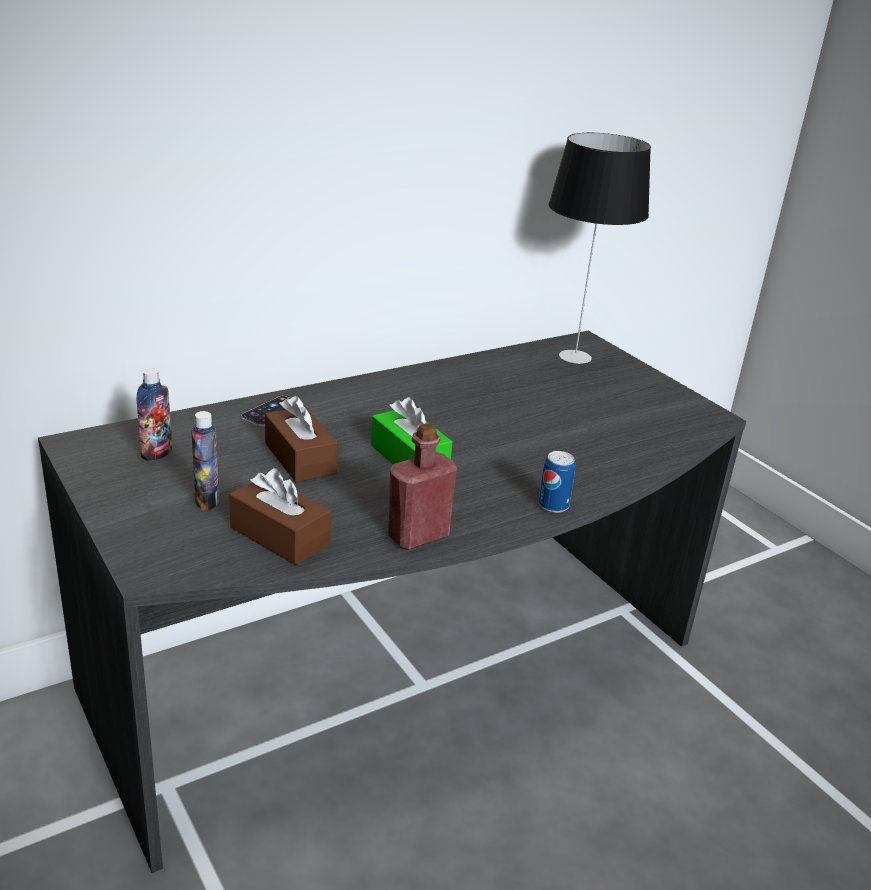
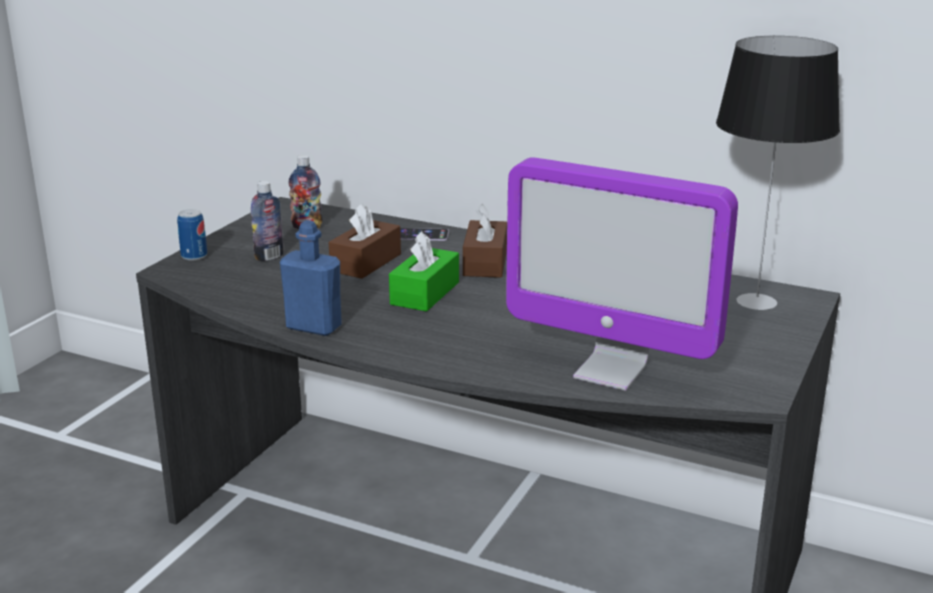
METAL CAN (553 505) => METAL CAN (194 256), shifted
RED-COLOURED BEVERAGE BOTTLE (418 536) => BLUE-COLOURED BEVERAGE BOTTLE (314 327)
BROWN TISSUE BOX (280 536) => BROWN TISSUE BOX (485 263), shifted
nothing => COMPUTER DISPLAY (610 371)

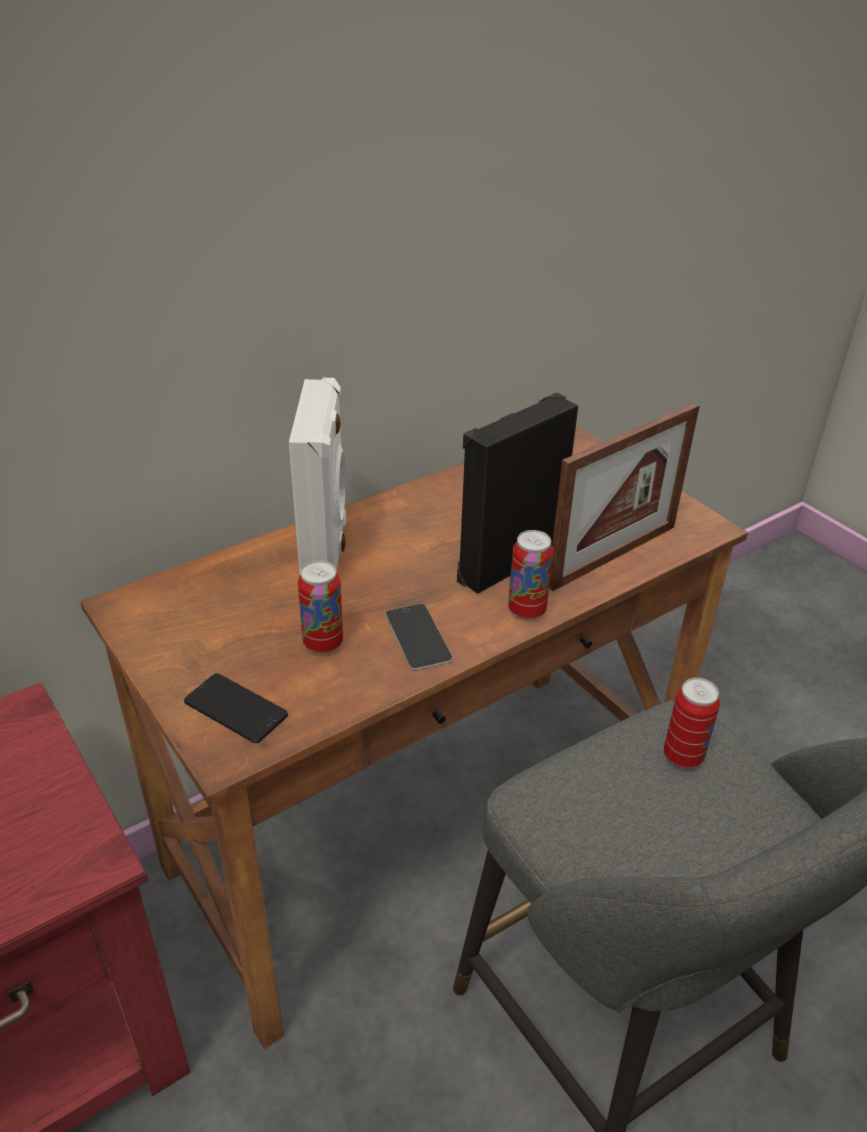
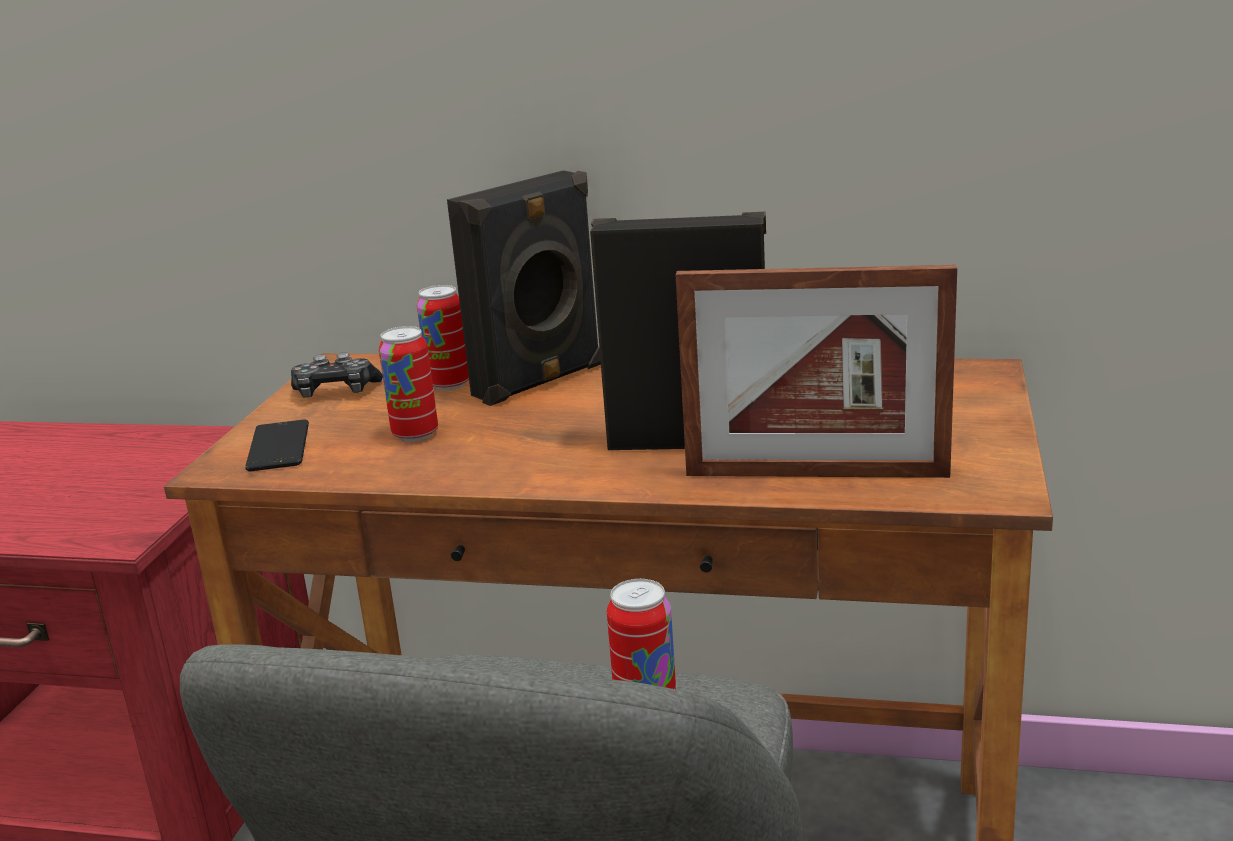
nothing => GAME CONTROLLER (336 392)
METAL CAN (526 610) => METAL CAN (449 384), shifted
WHITE-COLOURED LOUDSPEAKER (326 554) => BLACK LOUDSPEAKER (541 381)
HANDSET (418 637) => nothing

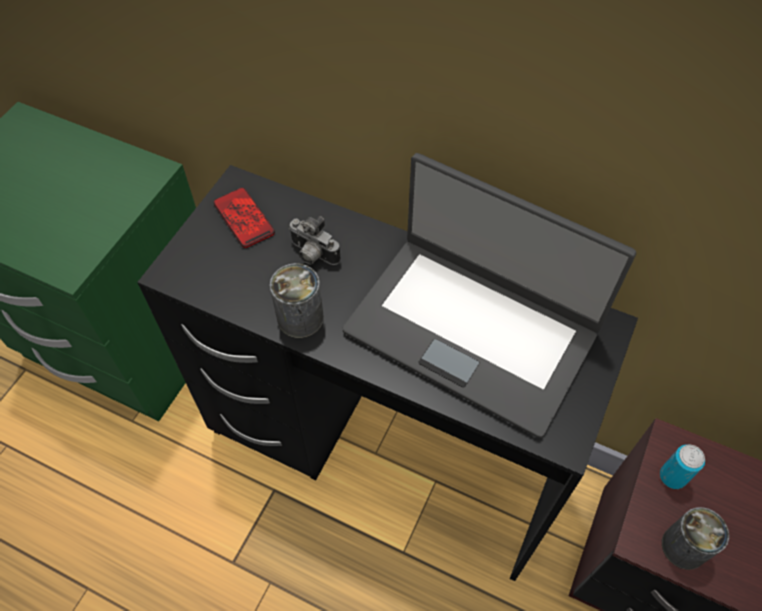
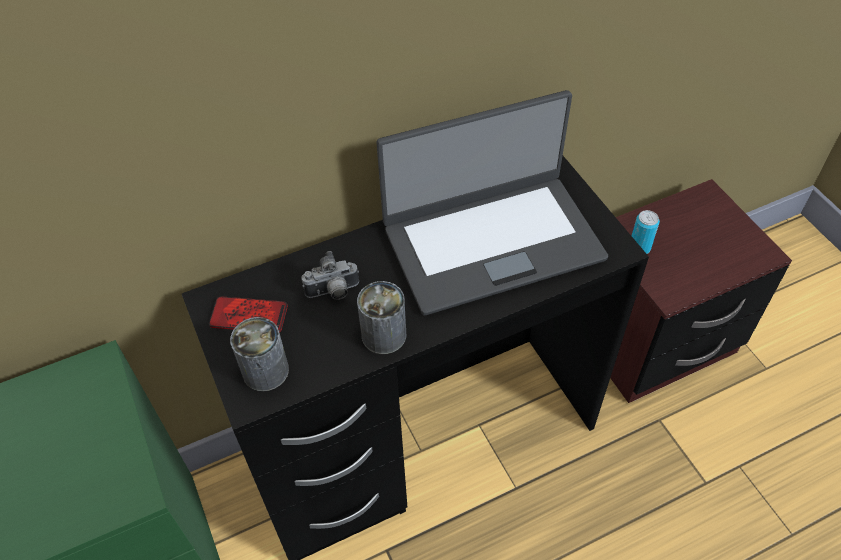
METAL CAN (683 547) => METAL CAN (265 371), shifted

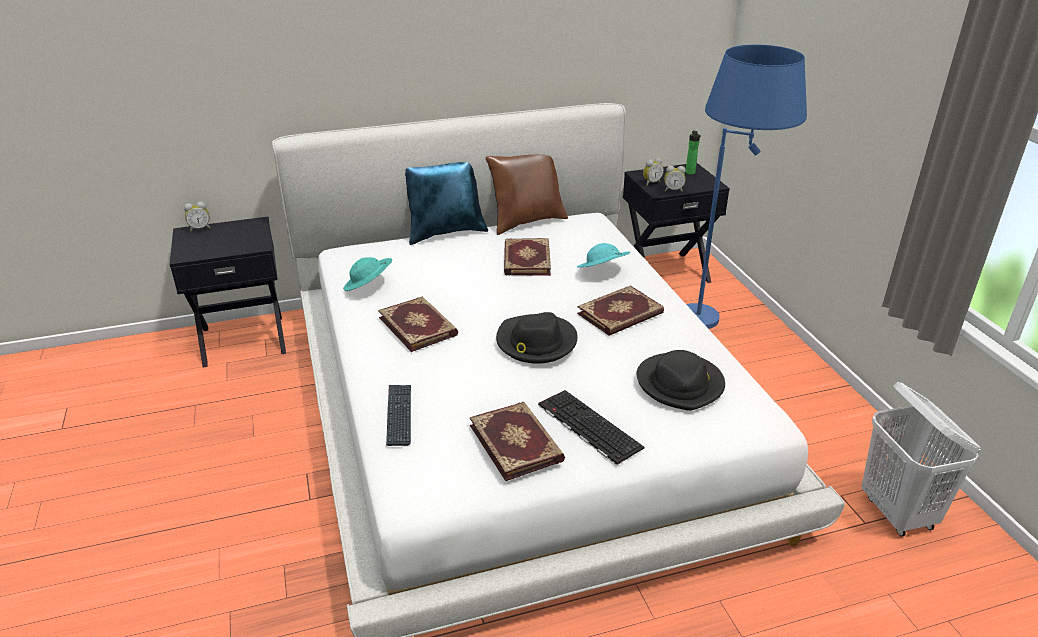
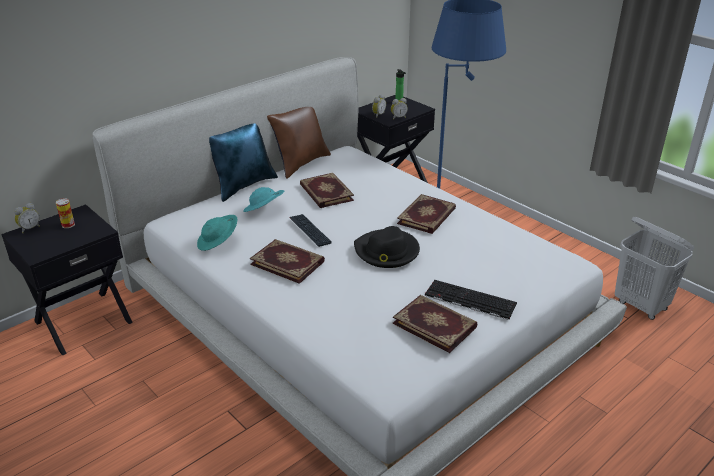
nothing => METAL CAN (68 225)
TURQUOISE-COLOURED CLOTHING HAT (602 271) => TURQUOISE-COLOURED CLOTHING HAT (264 210), shifted
COMPUTER KEYBOARD (399 415) => COMPUTER KEYBOARD (310 231), shifted
BLACK CLOTHING HAT (680 384) => nothing

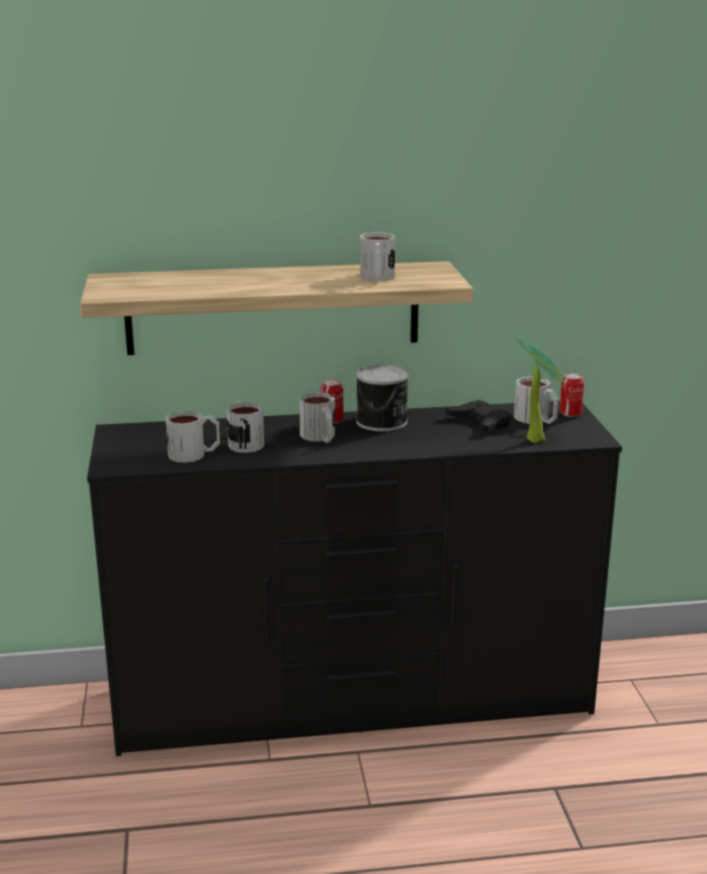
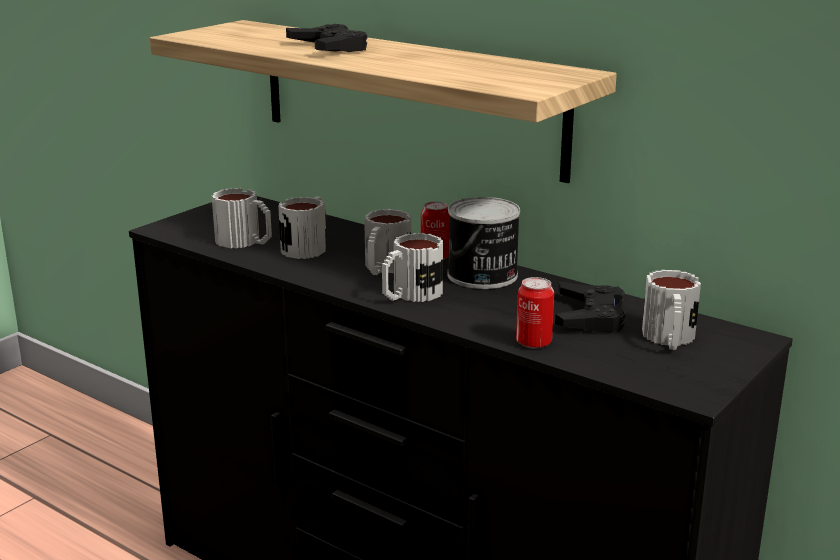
nothing => BLACK GAME CONTROLLER (329 48)
COFFEE MUG (377 278) => COFFEE MUG (410 295), shifted
METAL CAN (570 414) => METAL CAN (533 342), shifted
PLANT IN A POT (536 438) => nothing

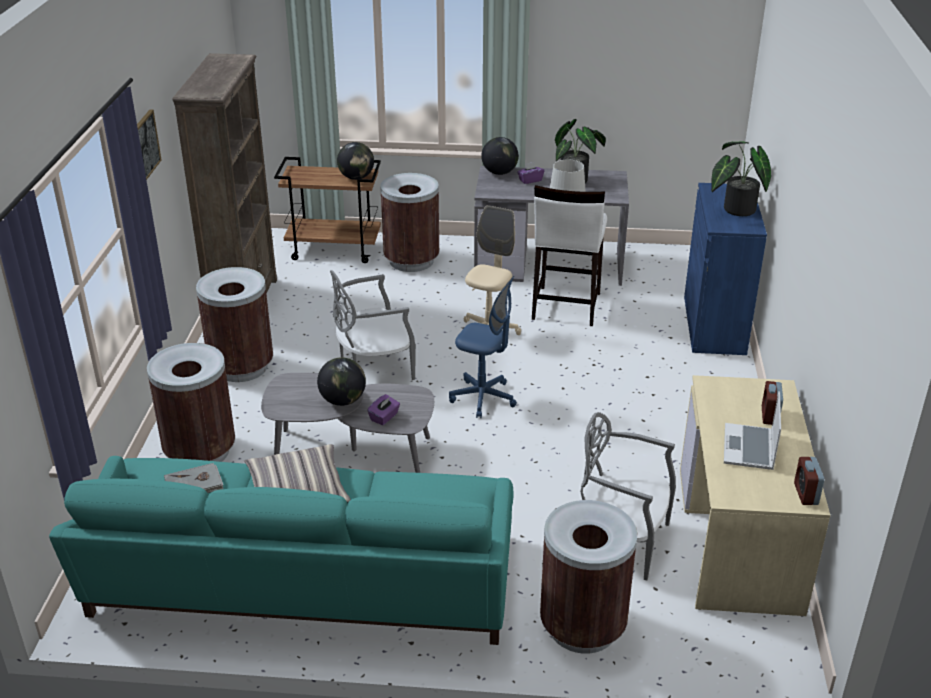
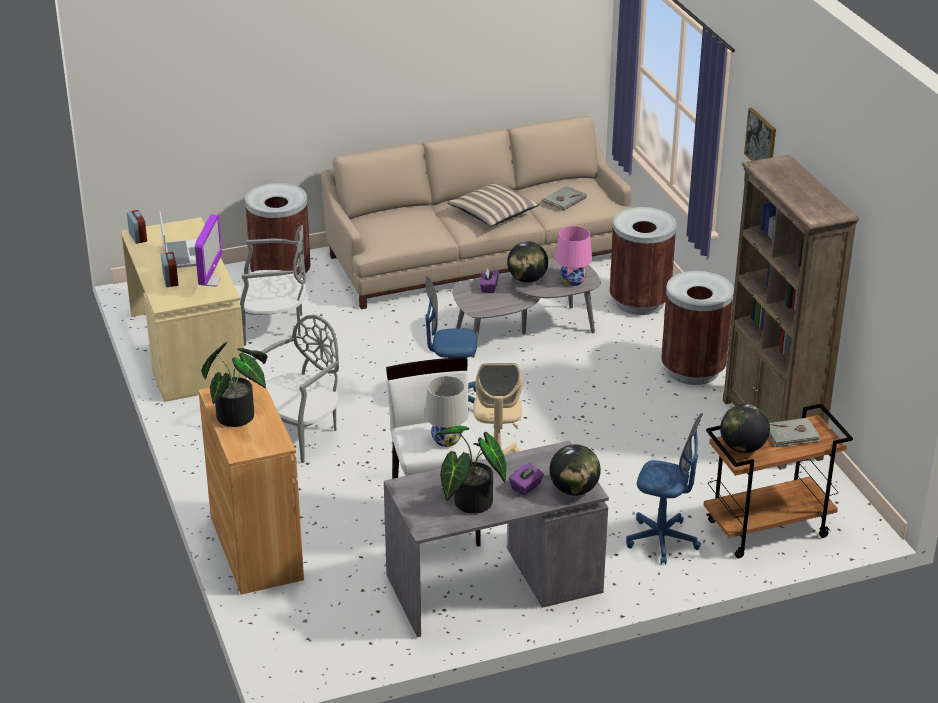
nothing => COMPUTER DISPLAY (209 281)
BLUE-COLOURED STORAGE CABINET (714 325) => BROWN STORAGE CABINET (256 548)
GREY PLAIN CHAIR (374 367) => GREY PLAIN CHAIR (300 434), shifted
TURQUOISE-COLOURED COUCH (303 580) => SAND-COLOURED COUCH (479 254)
nothing => PINK LAMP FOR A TABLE (572 281)
BROWN RUBBISH BIN (411 261) => BLUE-COLOURED DESK CHAIR (662 540)
nothing => GREY VOLUME (792 435)

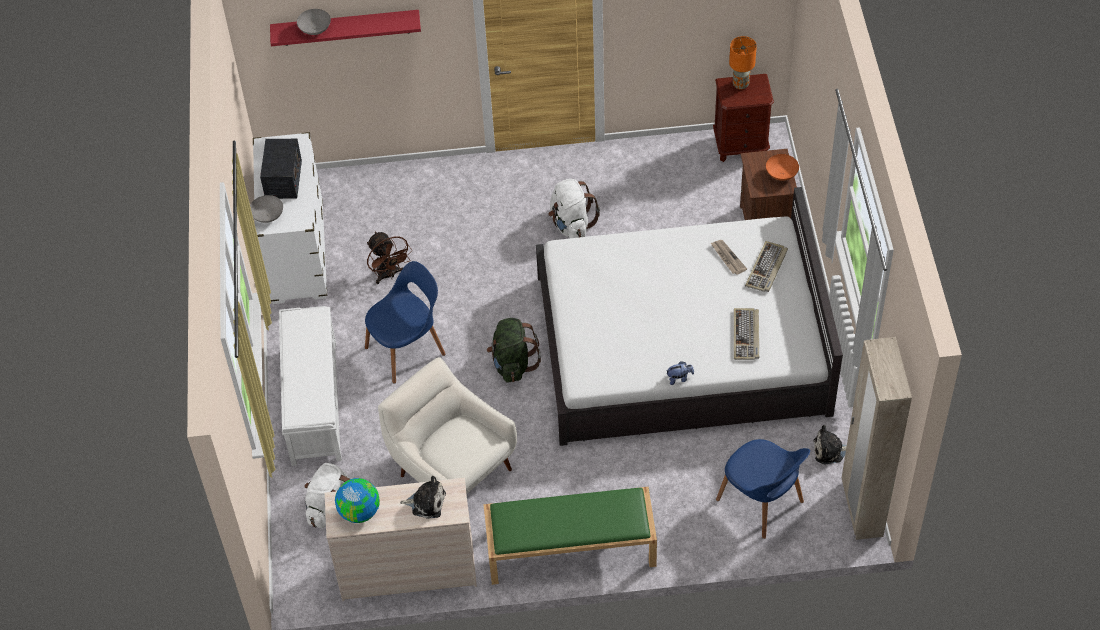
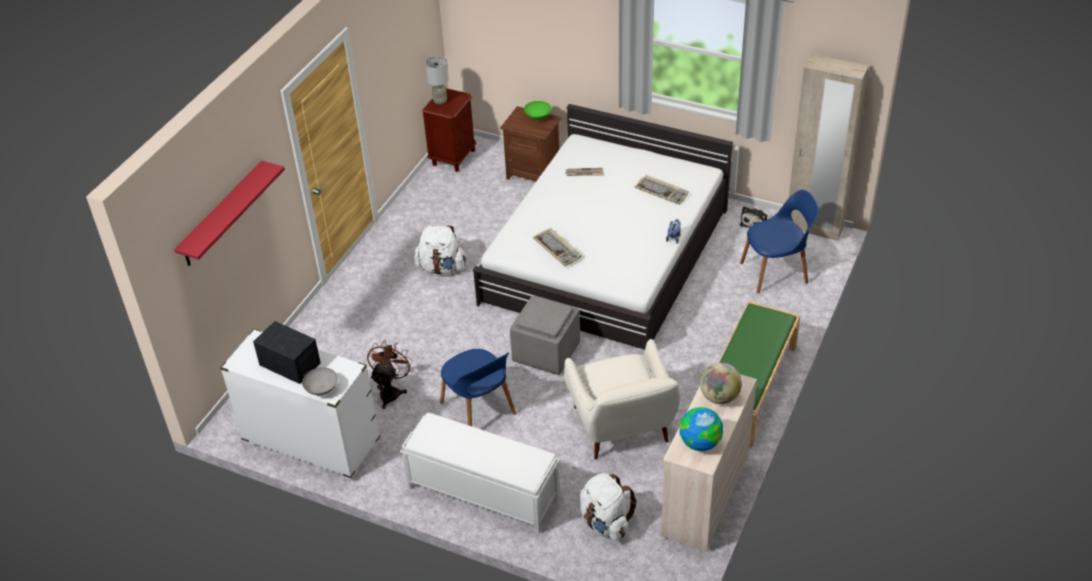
BROWN ELECTRIC FAN (389 275) => BROWN ELECTRIC FAN (391 391), 75 degrees counterclockwise
ORANGE LAMP FOR A TABLE (740 84) => GREY LAMP FOR A TABLE (440 101)
BLUE-COLOURED PLAIN CHAIR (407 349) => BLUE-COLOURED PLAIN CHAIR (479 410), 150 degrees clockwise
GREEN-COLOURED BACKPACK (513 364) => GREY OTTOMAN (547 352)
ORANGE BOWL (781 174) => GREEN-COLOURED BOWL (537 117)
COMPUTER KEYBOARD (767 268) => COMPUTER KEYBOARD (558 248), shifted
WHITE-COLOURED EASY CHAIR (452 469) => WHITE-COLOURED EASY CHAIR (622 428), 90 degrees counterclockwise
SOFT TOY (426 502) => GLOBE (719 397)
GREY BOWL (315 30) => nothing

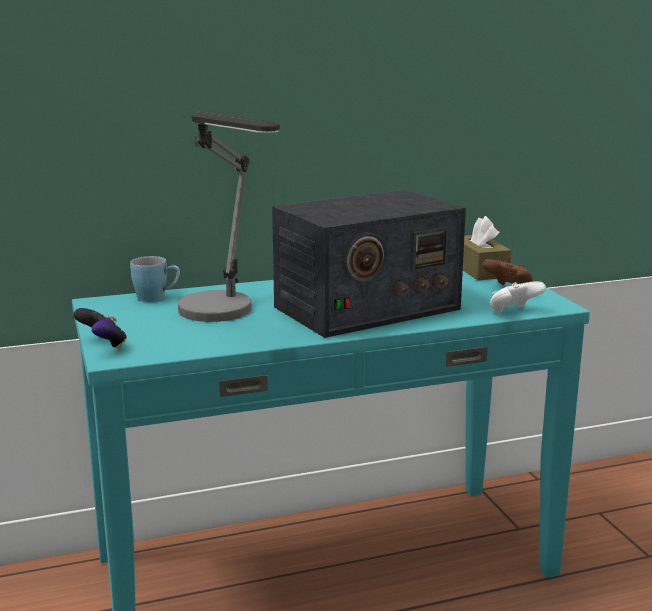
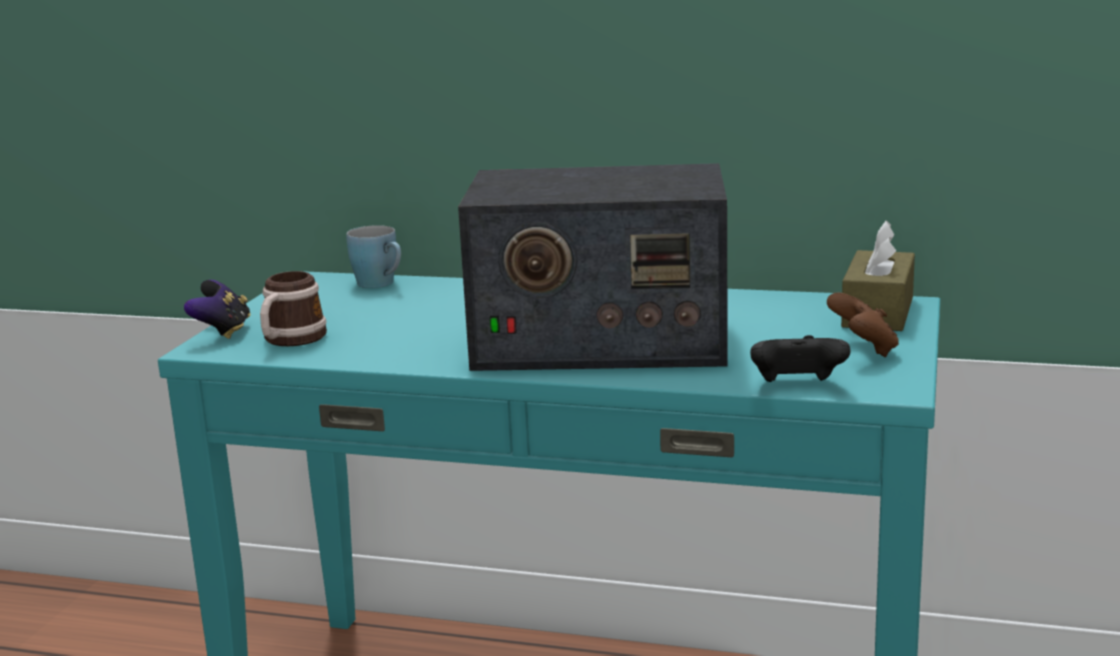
nothing => COFFEE MUG (290 340)
WHITE-COLOURED GAME CONTROLLER (513 312) => BLACK GAME CONTROLLER (797 386)
LAMP FOR A TABLE (226 316) => nothing

